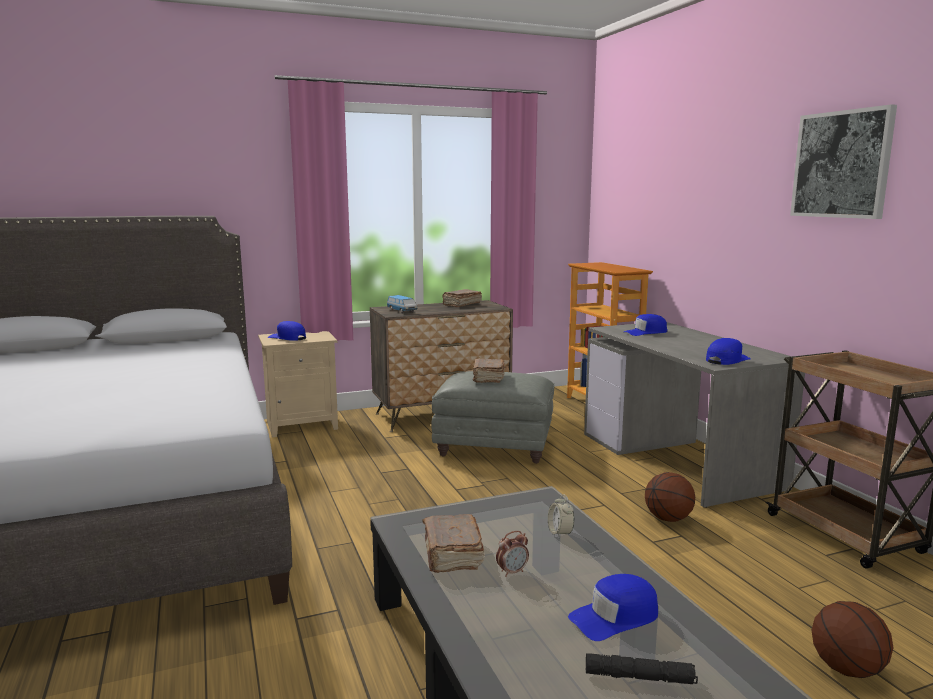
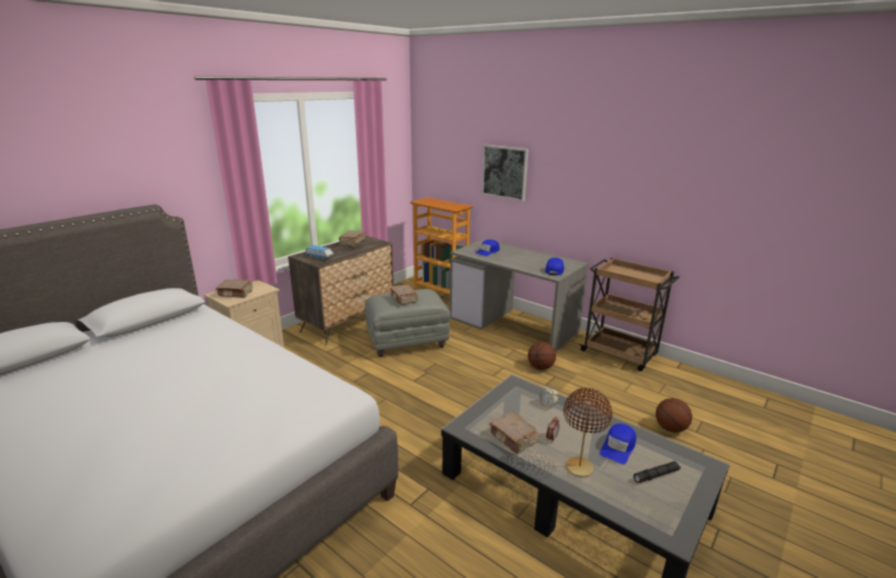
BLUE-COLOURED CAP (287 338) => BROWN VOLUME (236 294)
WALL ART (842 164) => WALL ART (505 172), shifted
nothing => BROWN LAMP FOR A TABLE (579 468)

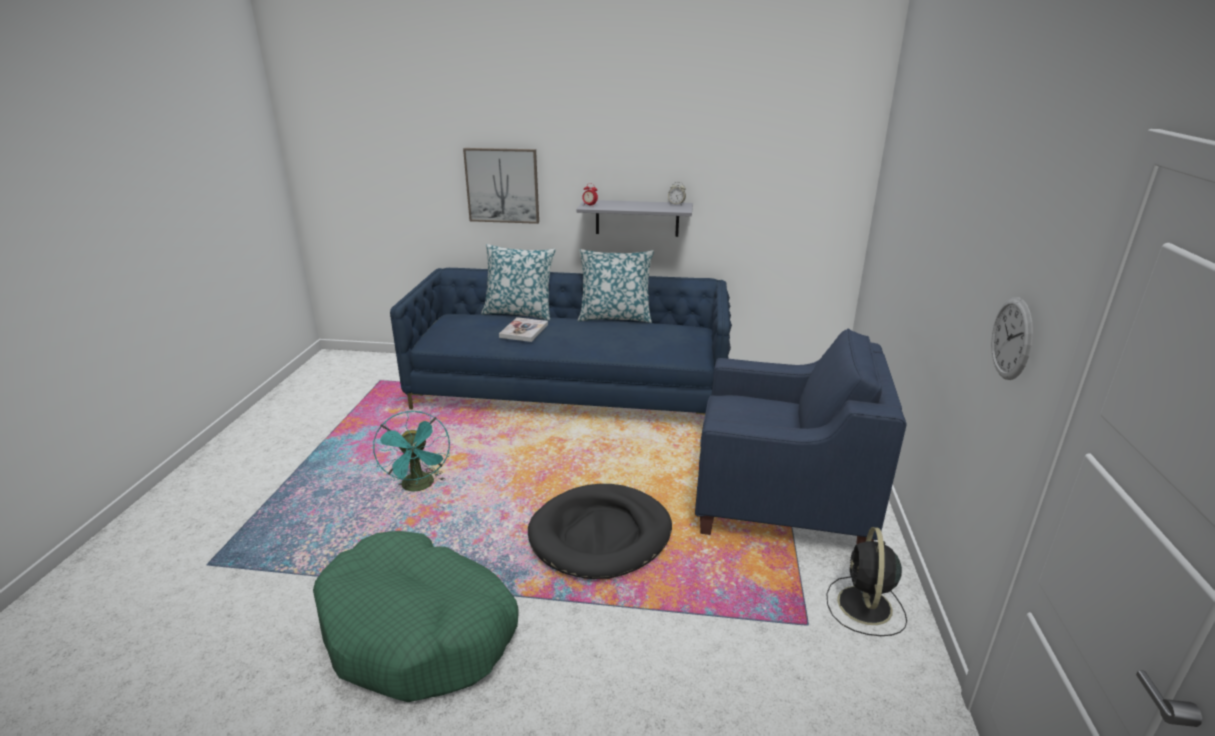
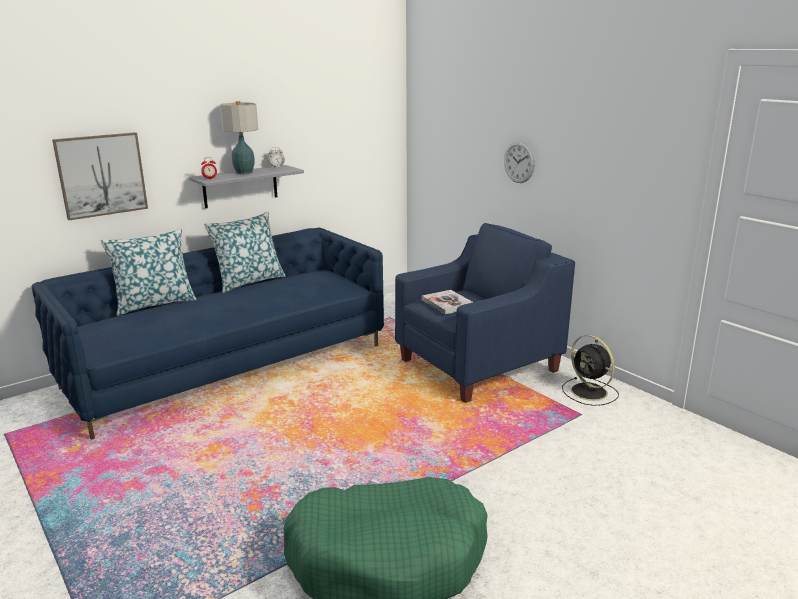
nothing => LAMP FOR A TABLE (244 172)
VOLUME (524 331) => VOLUME (448 303), shifted
HANGING CLOCK (1011 338) => HANGING CLOCK (519 162), shifted
TURQUOISE-COLOURED ELECTRIC FAN (419 487) => nothing
BLACK PET BED (600 535) => nothing

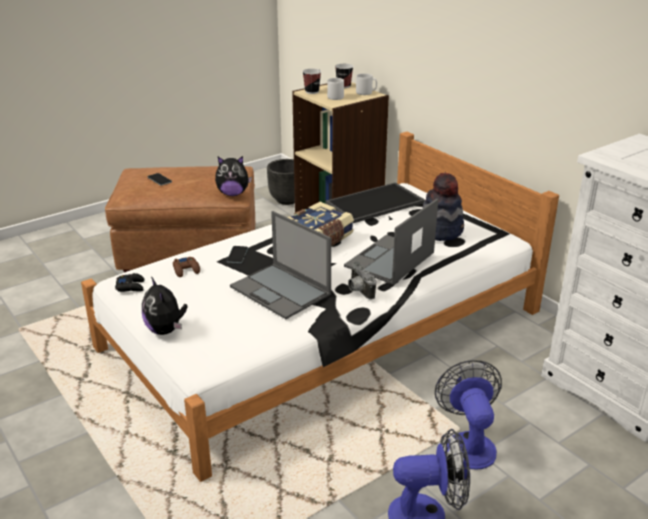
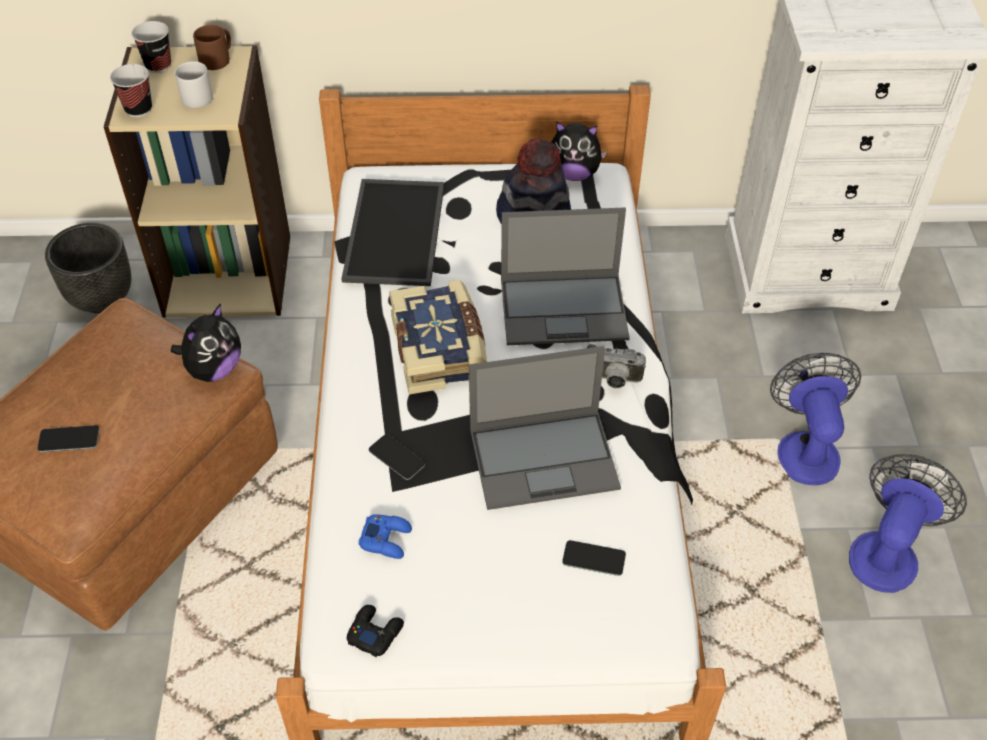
GREY COFFEE MUG (366 93) => BROWN COFFEE MUG (217 59)
BROWN GAME CONTROLLER (186 270) => BLUE-COLOURED GAME CONTROLLER (386 539)
PORTABLE COMPUTER (389 260) => PORTABLE COMPUTER (565 308), 75 degrees counterclockwise
SOFT TOY (166 330) => SOFT TOY (573 174), shifted
nothing => HANDSET (594 558)
ELECTRIC FAN (468 443) => ELECTRIC FAN (805 447), 60 degrees clockwise

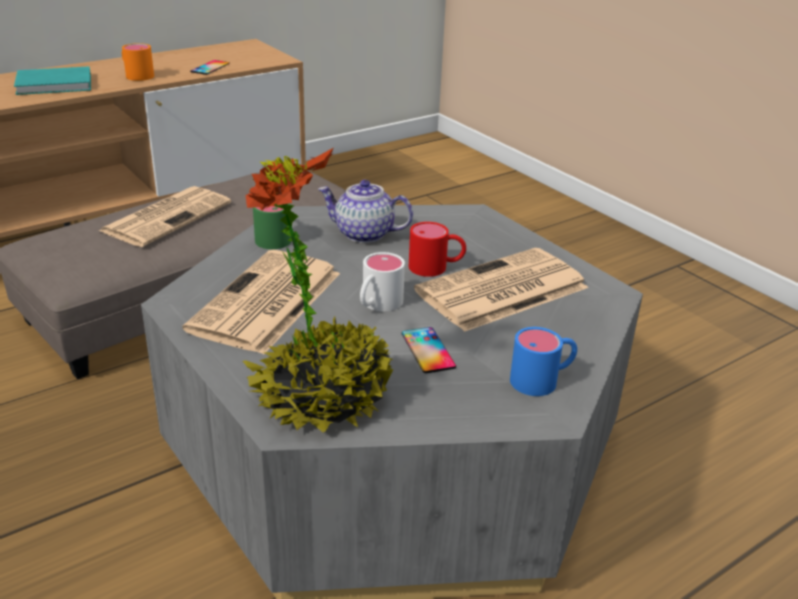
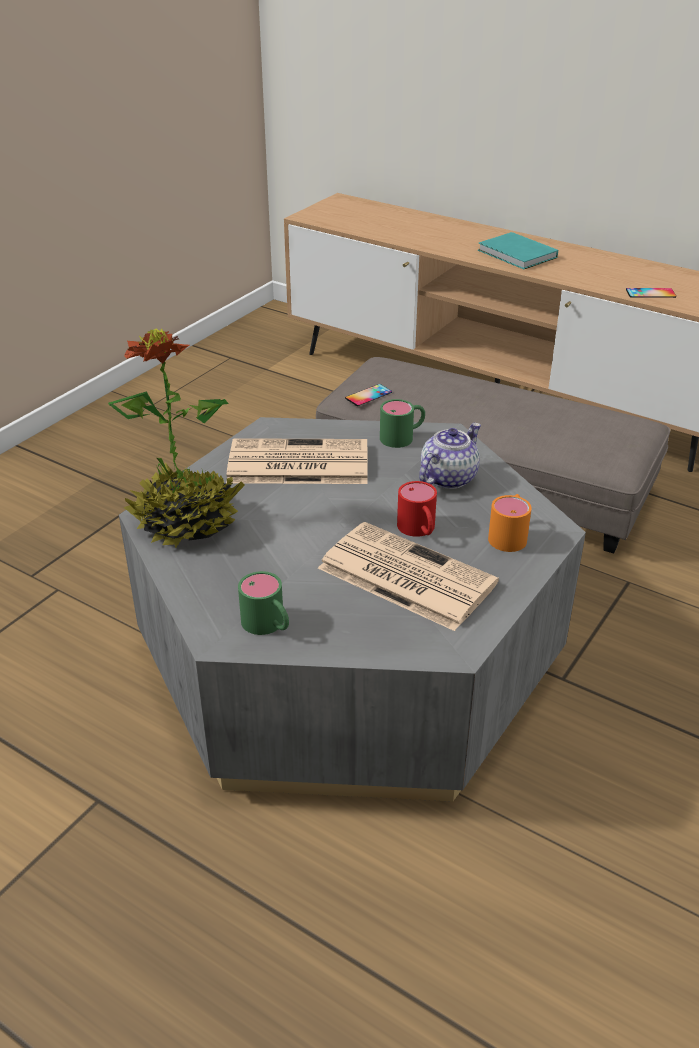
BLUE-COLOURED COFFEE MUG (543 379) => GREEN-COLOURED COFFEE MUG (268 625)
HANDSET (428 350) => HANDSET (368 395), shifted
TEA POT (363 234) => TEA POT (448 477), 45 degrees clockwise
ORANGE COFFEE MUG (136 75) => ORANGE COFFEE MUG (509 534), shifted
PRINTED PAPER (167 216) => nothing
WHITE-COLOURED COFFEE MUG (377 304) => nothing

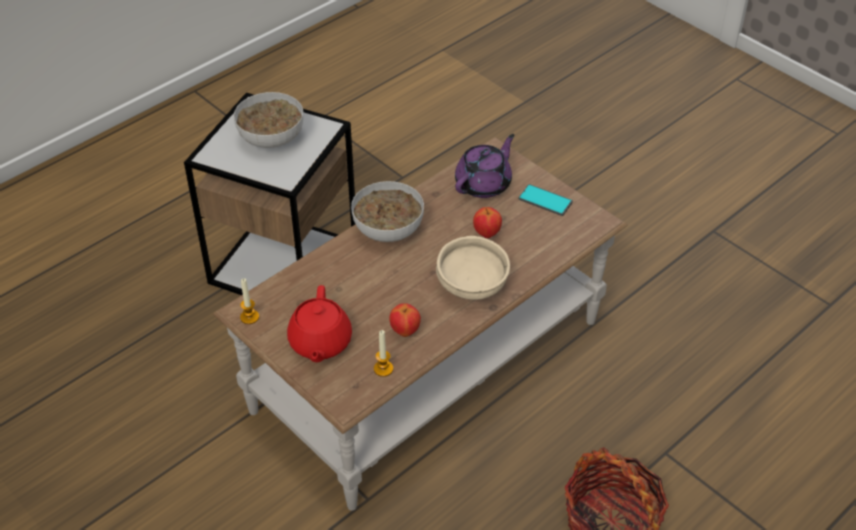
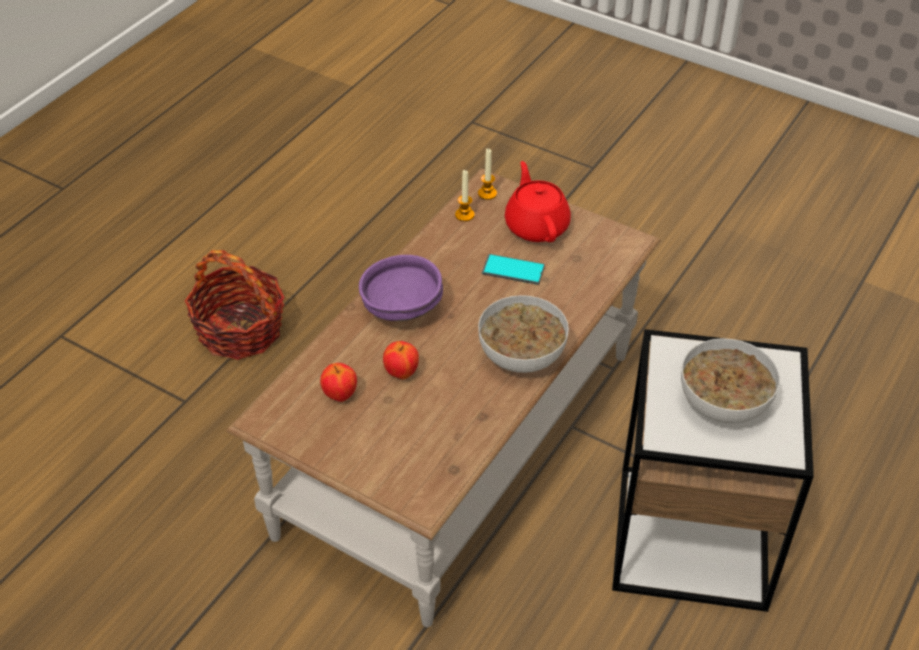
WHOLE APPLE (405 331) => WHOLE APPLE (340 395), shifted
SAND-COLOURED BOWL (472 286) => PURPLE-COLOURED BOWL (401 308)
CANDLE (249 317) => CANDLE (487 193), shifted
HANDSET (545 200) => HANDSET (513 270), shifted
PURPLE-COLOURED TEA POT (484 184) => nothing

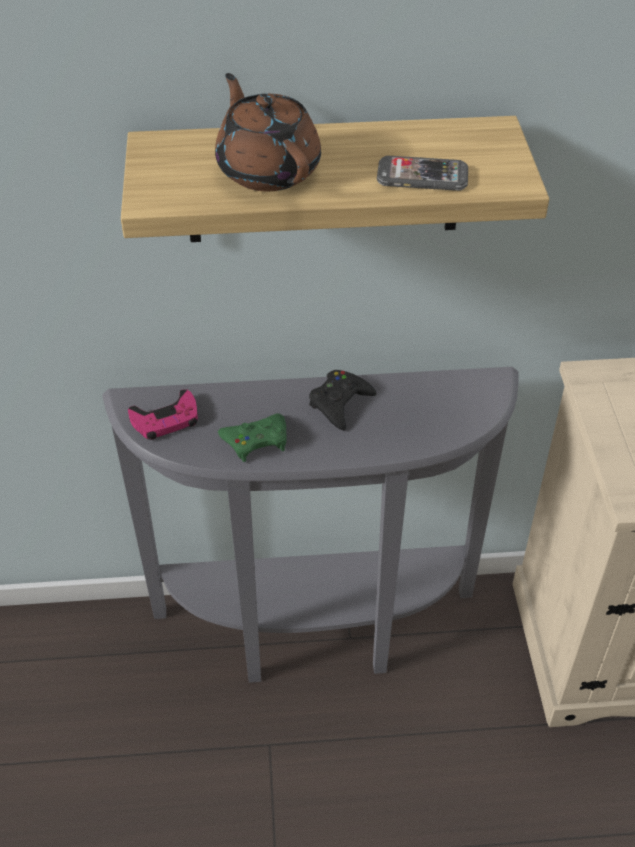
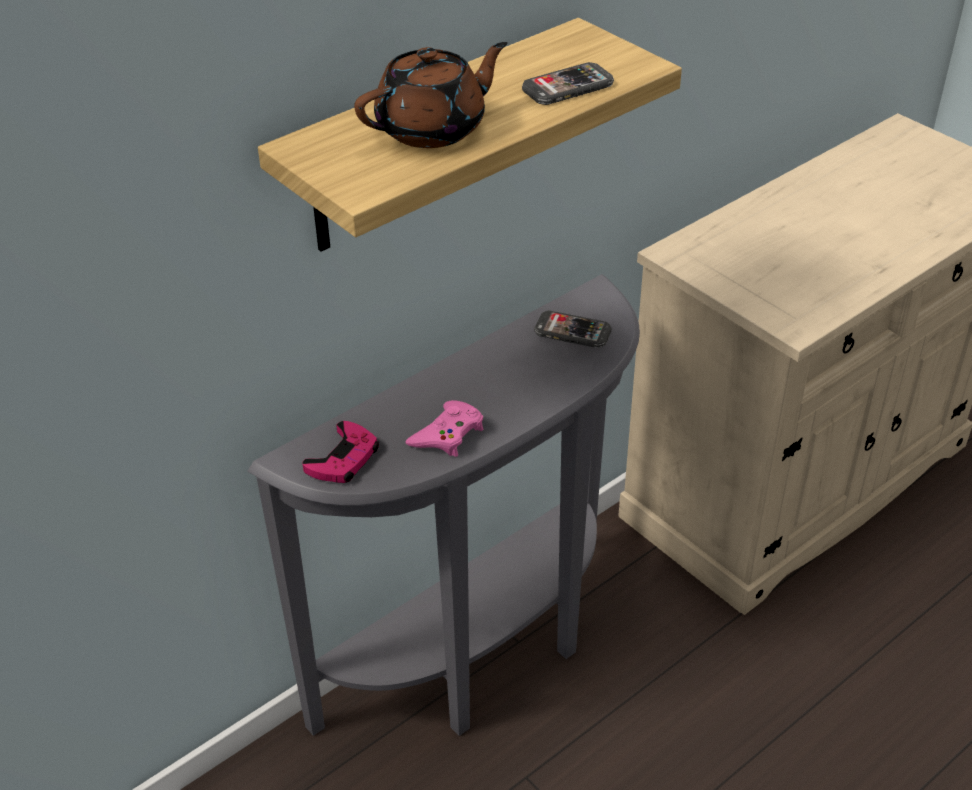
BROWN TEA POT (268 170) => BROWN TEA POT (433 129), 120 degrees clockwise
GREEN-COLOURED GAME CONTROLLER (256 441) => PINK GAME CONTROLLER (448 434)
nothing => HANDSET (572 331)
BLACK GAME CONTROLLER (340 403) => nothing

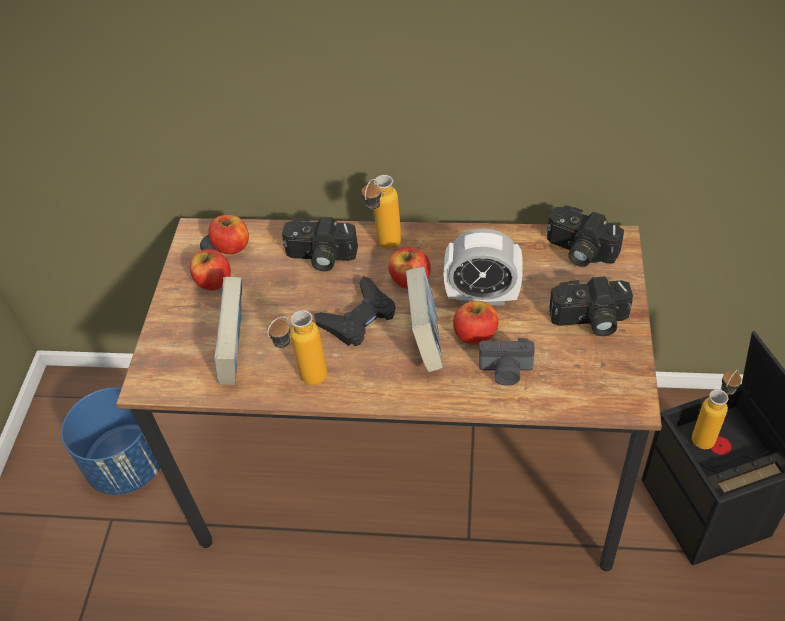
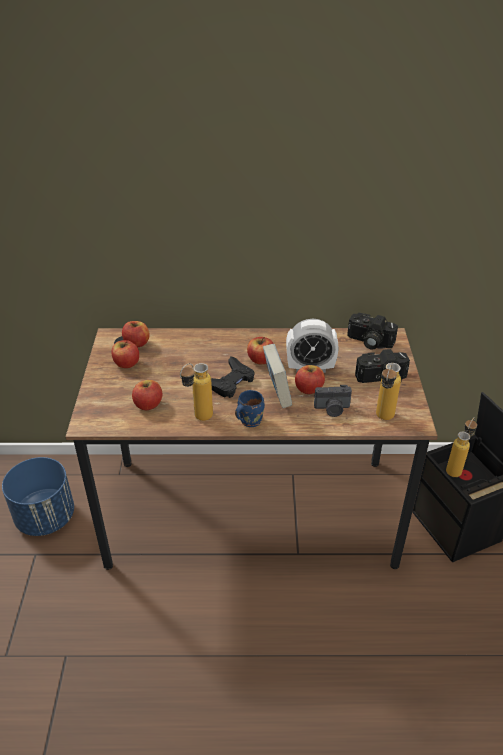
VOLUME (237 354) => WHOLE APPLE (148 404)
nothing => BLUE-COLOURED COFFEE MUG (248 420)
BEVERAGE BOTTLE (384 248) => BEVERAGE BOTTLE (382 419), shifted
PHOTO CAMERA (320 257) => nothing

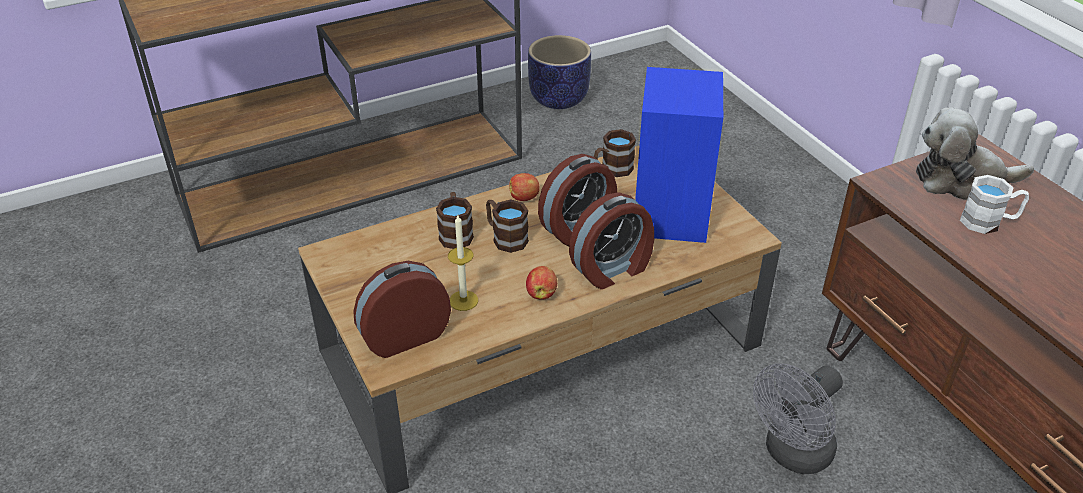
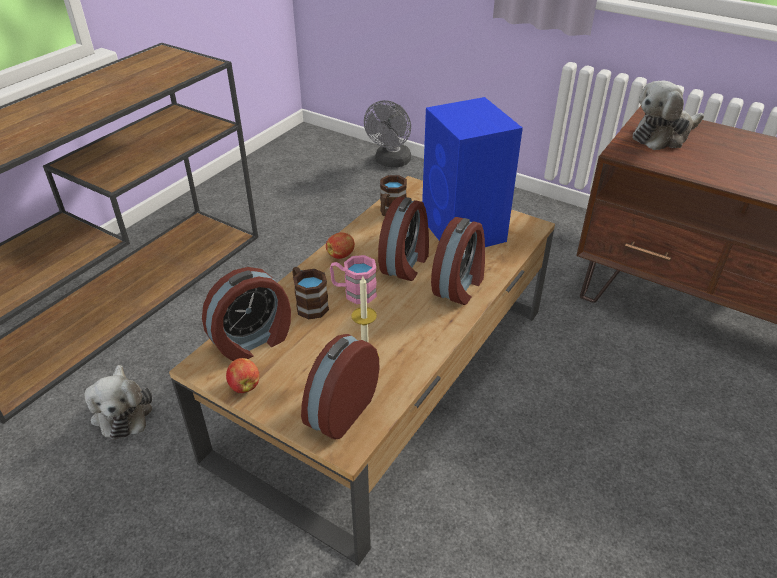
nothing => SOFT TOY (123 411)
nothing => BEDSIDE CLOCK (253 341)
WHOLE APPLE (541 293) => WHOLE APPLE (244 385), shifted
BROWN COFFEE MUG (505 237) => PINK COFFEE MUG (354 292)
GREY ELECTRIC FAN (792 455) => GREY ELECTRIC FAN (391 162), shifted
FLOWER POT (559 99) => nothing
WHITE-COLOURED COFFEE MUG (989 222) => nothing

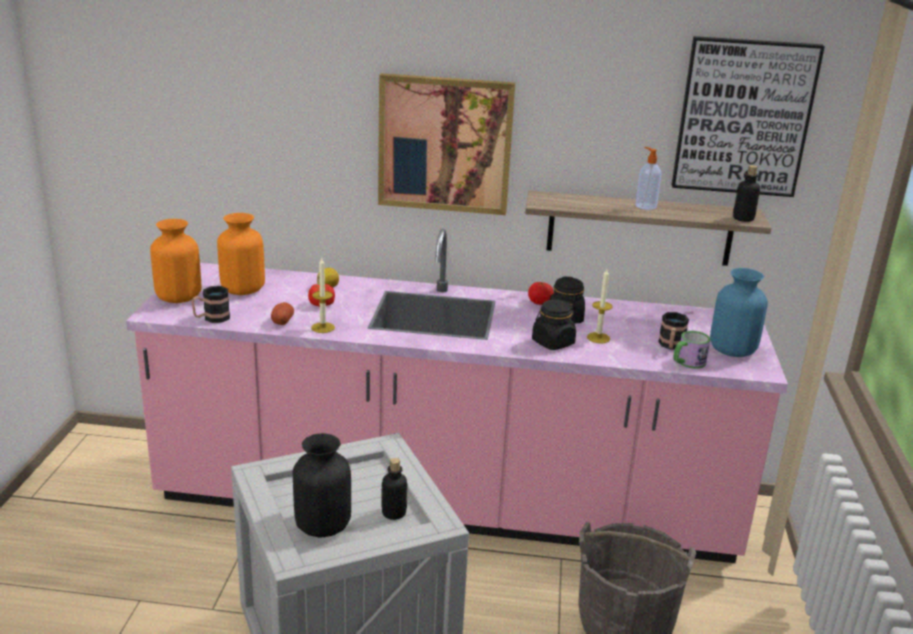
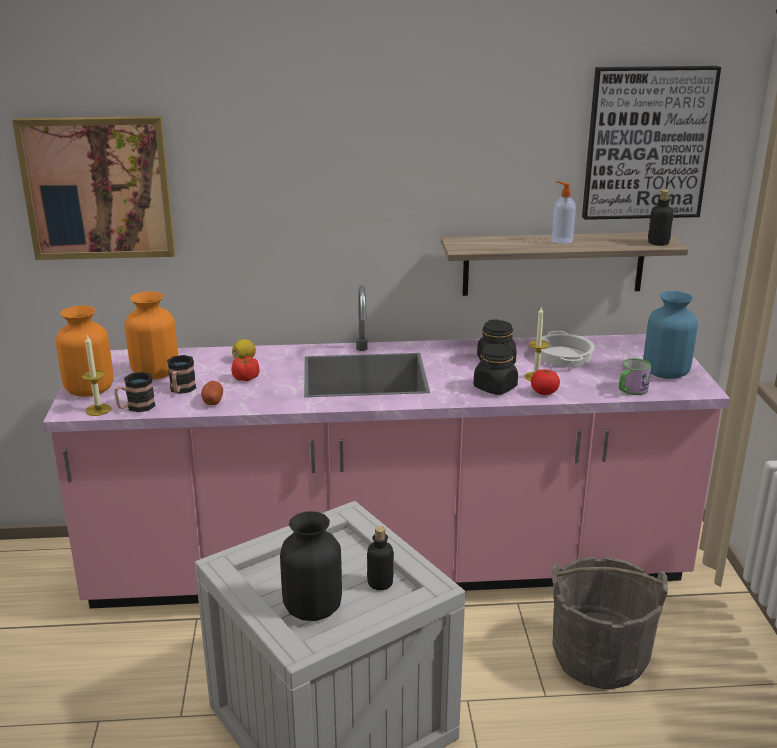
WALL ART (445 144) => WALL ART (98 188), shifted
CANDLE (323 327) => CANDLE (98 410), shifted
COFFEE MUG (671 346) => COFFEE MUG (181 390), shifted
WHOLE TOMATO (540 302) => WHOLE TOMATO (544 392), shifted
nothing => SAUCEPOT (563 356)

